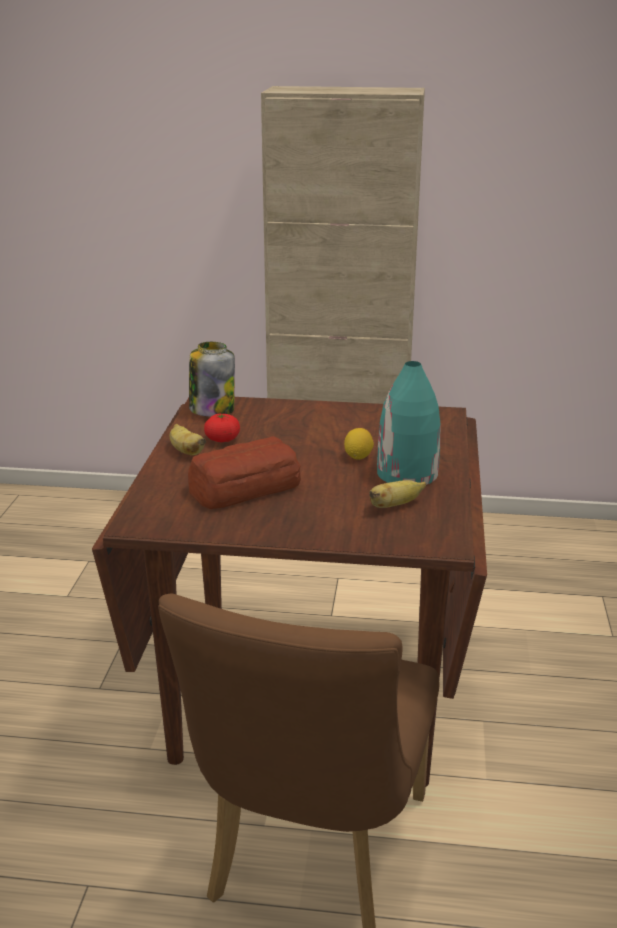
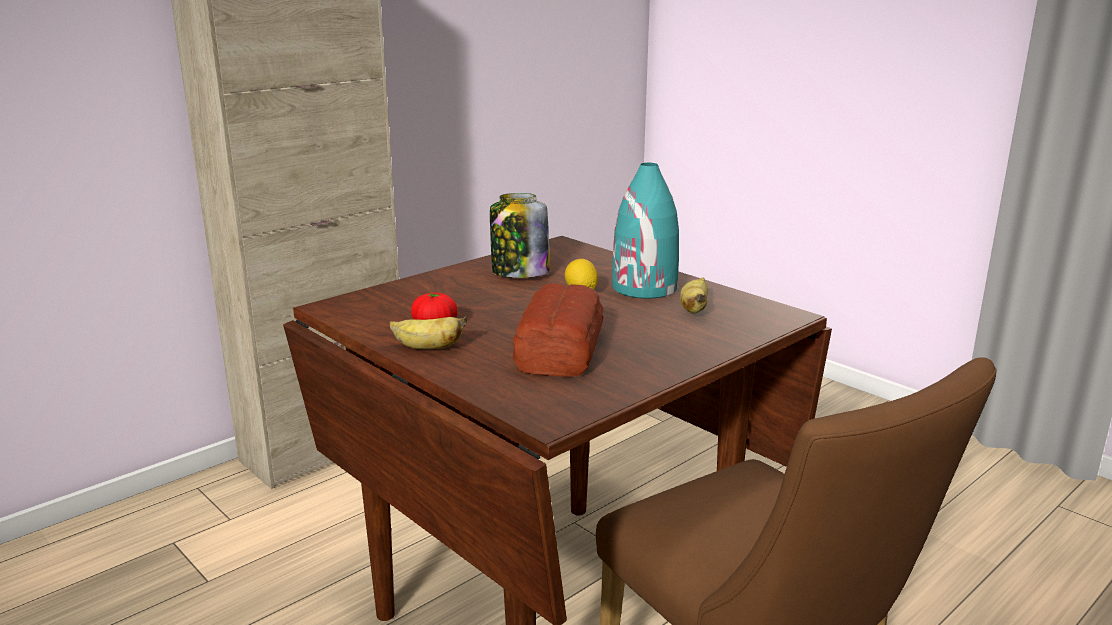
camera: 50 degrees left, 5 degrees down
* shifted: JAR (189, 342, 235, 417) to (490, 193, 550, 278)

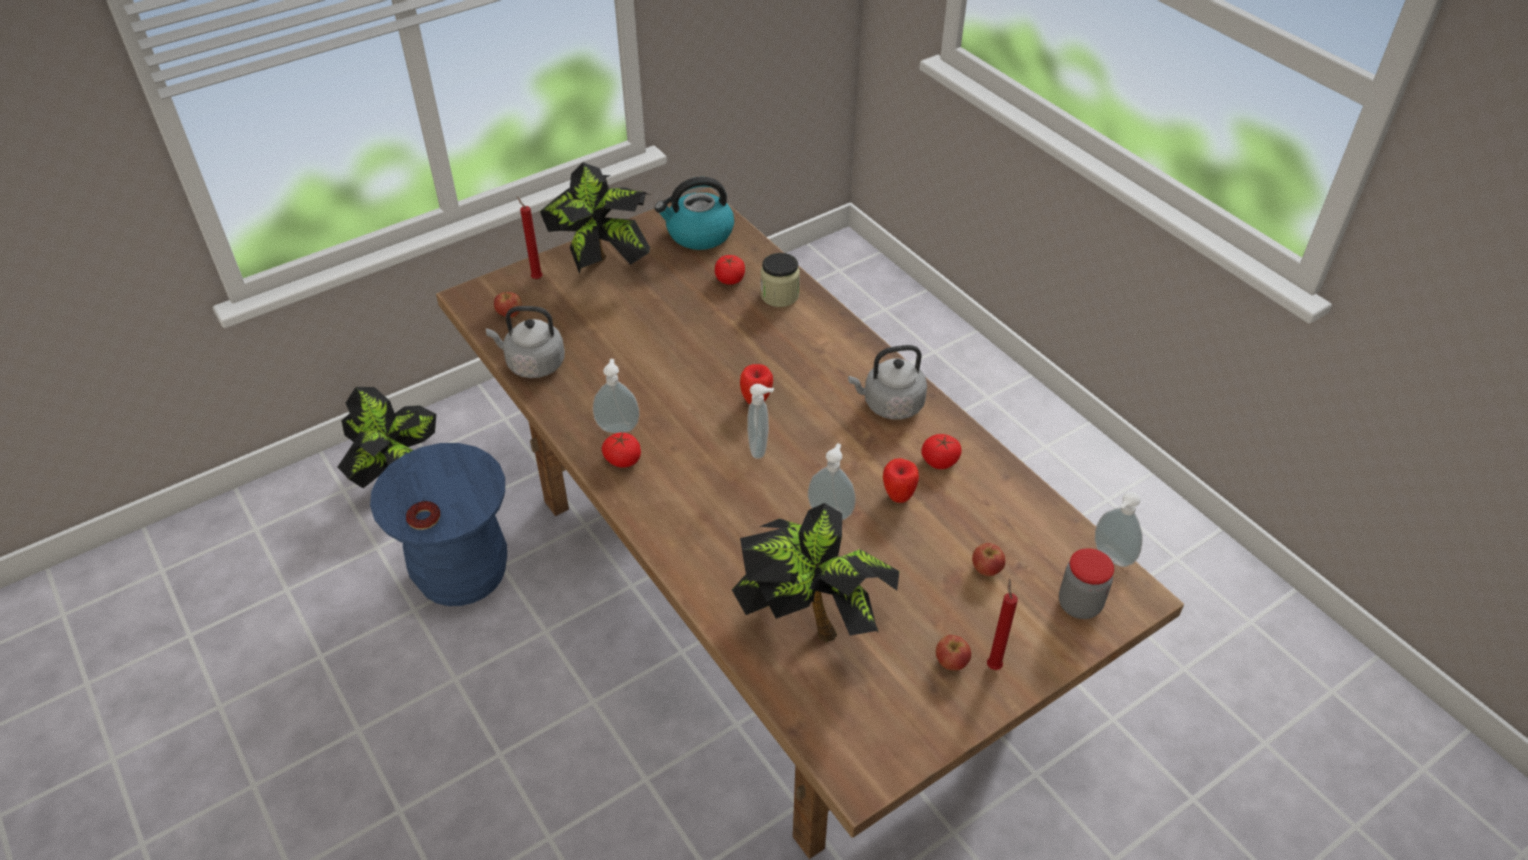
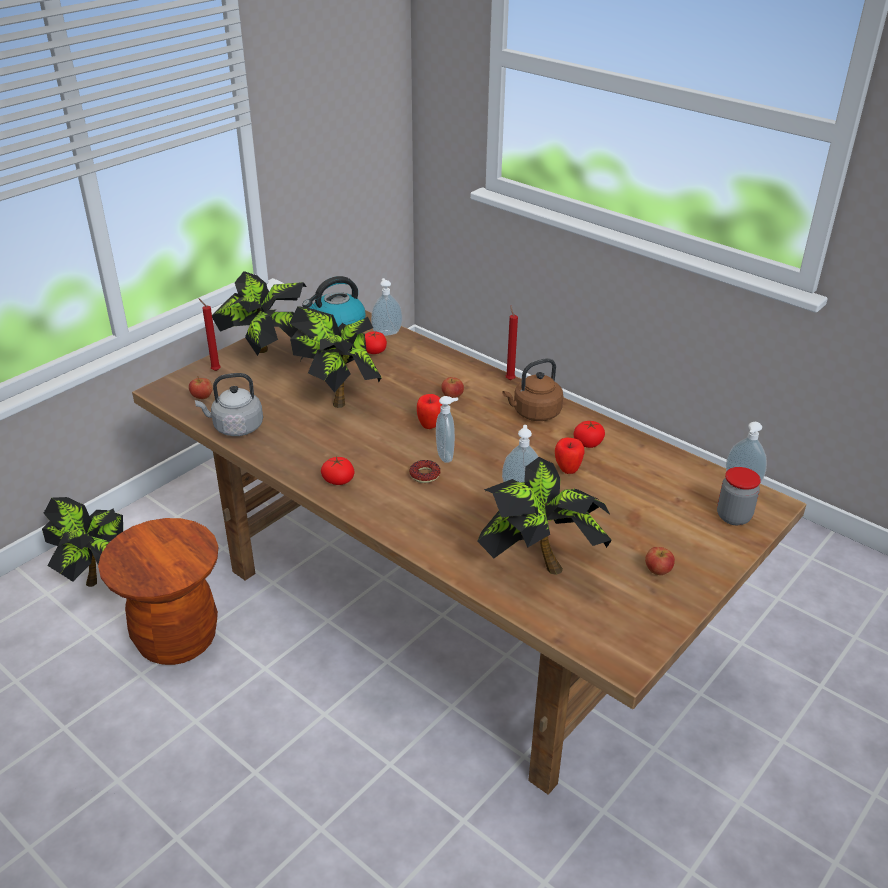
camera: 15 degrees left, 10 degrees down
* gone: JAR (760, 253, 800, 307)
* new: POTTED PLANT (289, 306, 382, 408)
* shifted: DONUT (406, 501, 440, 530) to (409, 460, 441, 483)
* shifted: LIQUID SOAP BOTTLE (593, 359, 640, 433) to (371, 278, 402, 336)
* shifted: WHOLE APPLE (972, 543, 1005, 576) to (441, 377, 464, 398)
* shifted: RED-COLOURED CANDLE (987, 578, 1018, 670) to (506, 305, 518, 380)
* repainted: BLUE STOOL (370, 443, 507, 606) to BROWNISH STOOL (98, 518, 218, 665)
* repainted: GREY KETTLE (848, 345, 927, 420) to BROWNISH KETTLE (502, 358, 563, 421)

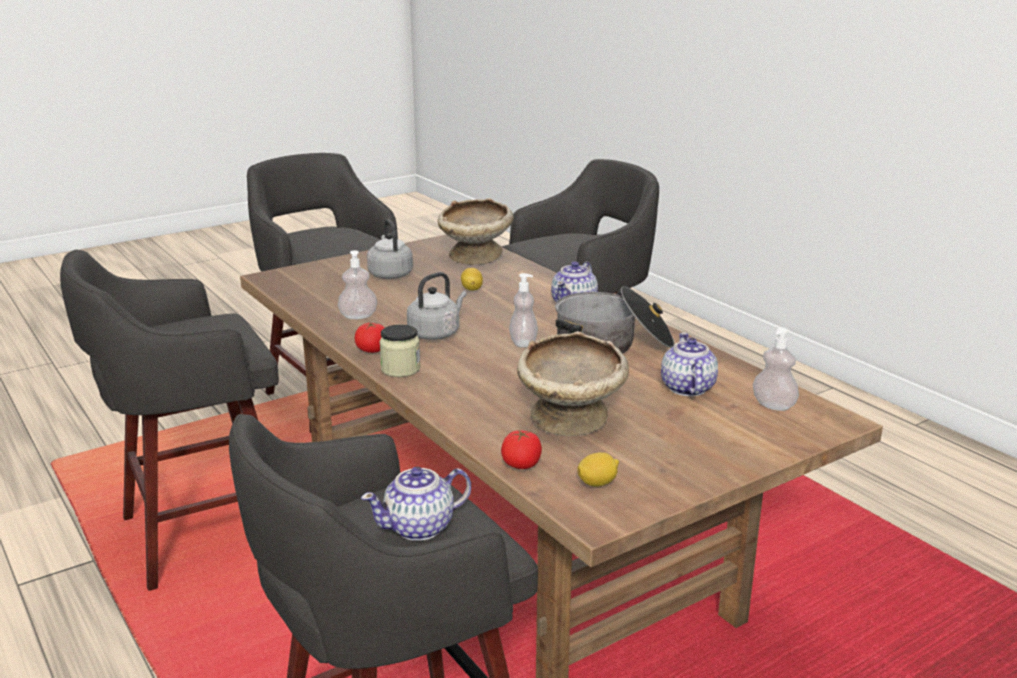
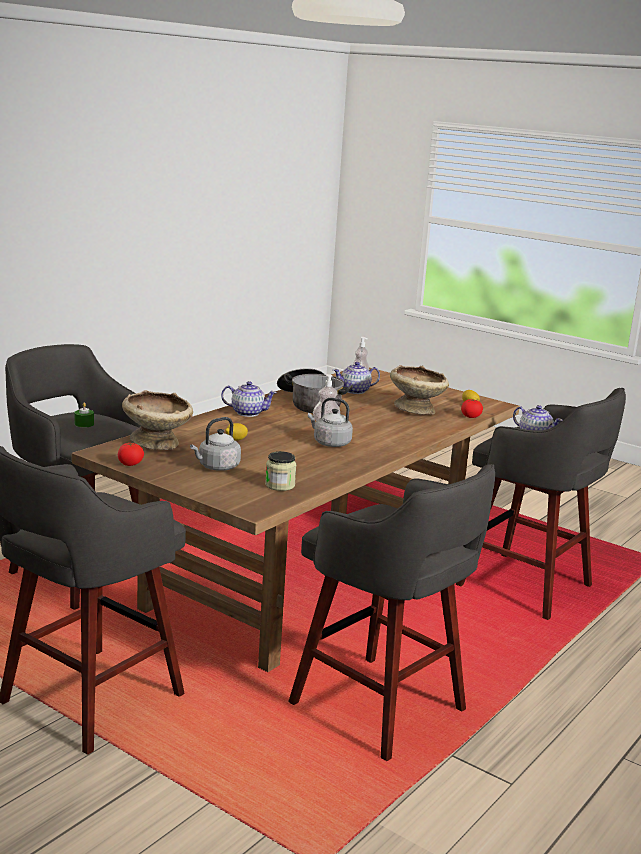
camera: 110 degrees left, 5 degrees down
* gone: LIQUID SOAP BOTTLE (338, 250, 377, 319)
* new: GREEN-COLOURED CANDLE (74, 402, 94, 427)
* shifted: WHOLE TOMATO (354, 323, 385, 353) to (118, 443, 144, 466)
* shifted: JAR (379, 324, 421, 377) to (265, 451, 296, 491)

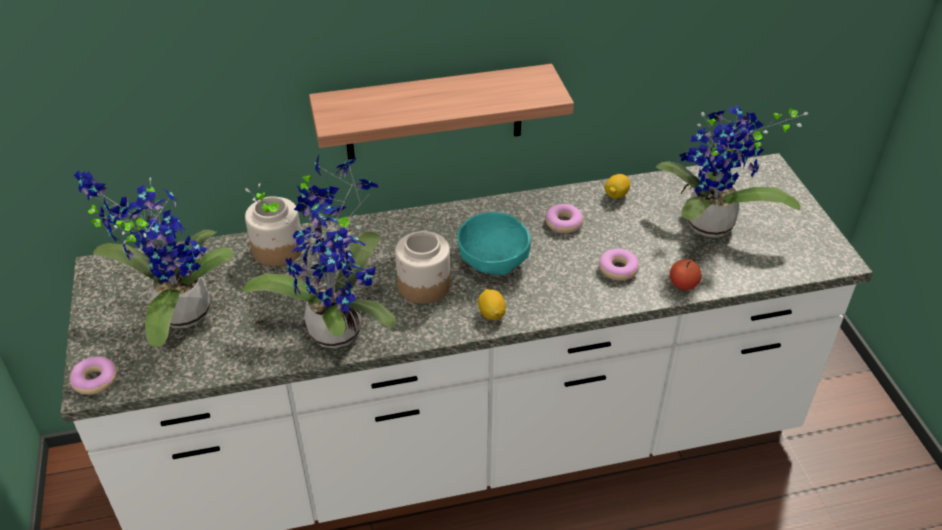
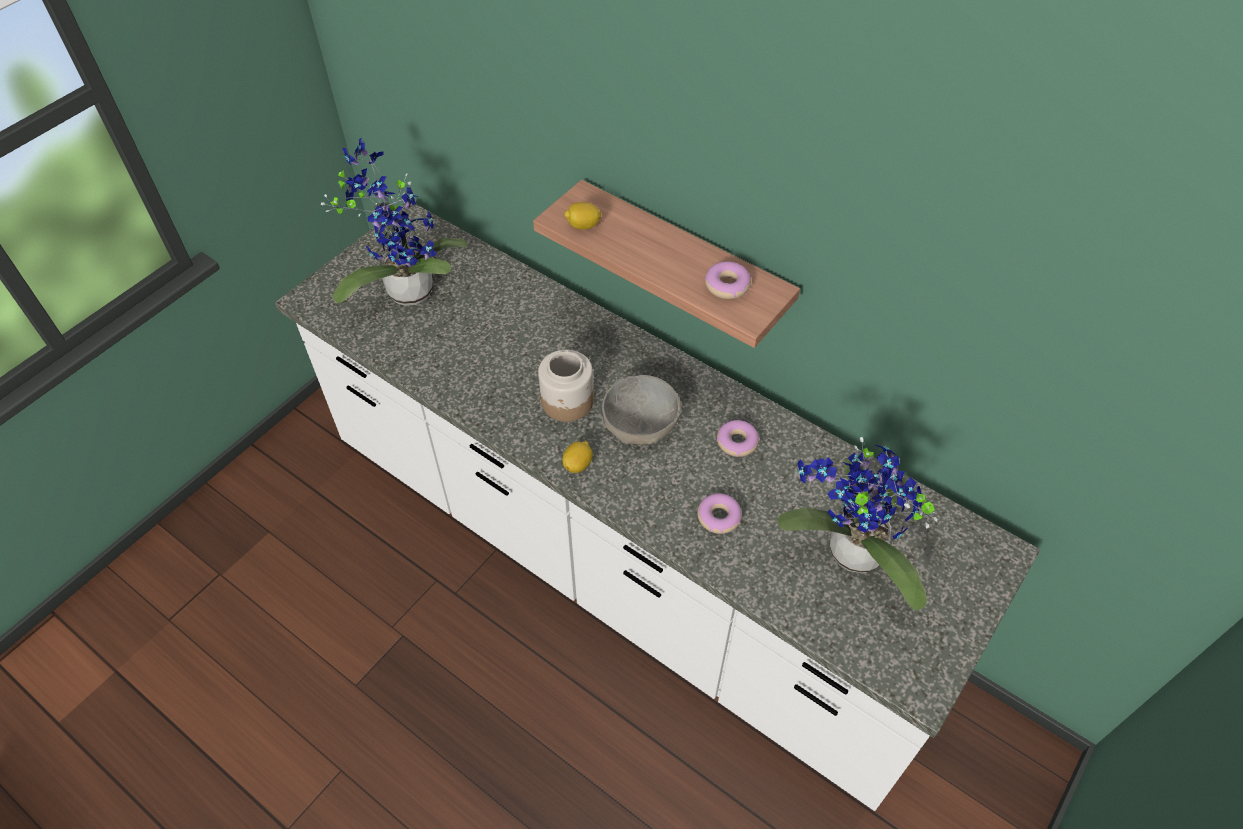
camera: 50 degrees right, 10 degrees up
* gone: POTTED PLANT (243, 155, 396, 349)
* gone: JAR (245, 196, 303, 266)
* gone: WHOLE APPLE (670, 259, 702, 290)
* shifted: DONUT (70, 356, 117, 395) to (705, 262, 751, 299)
* shifted: LEMON (605, 174, 630, 199) to (564, 202, 602, 229)
* repainted: TURQUOISE-COLOURED DEEP DISH (457, 212, 531, 275) to GREY DEEP DISH (602, 375, 682, 445)

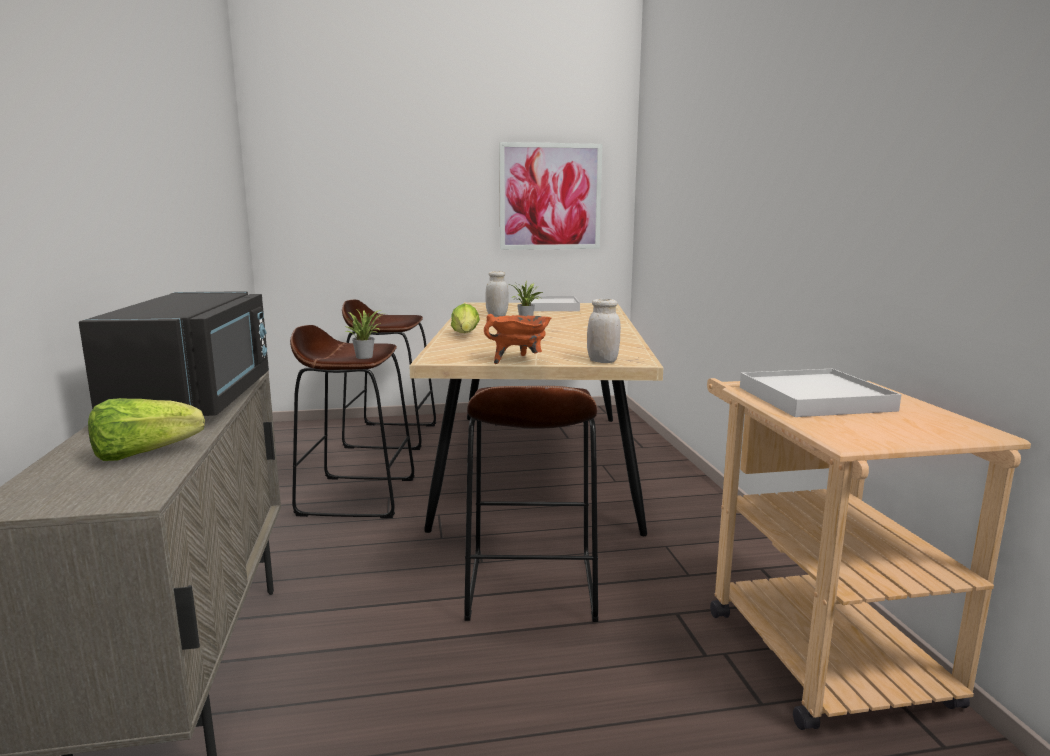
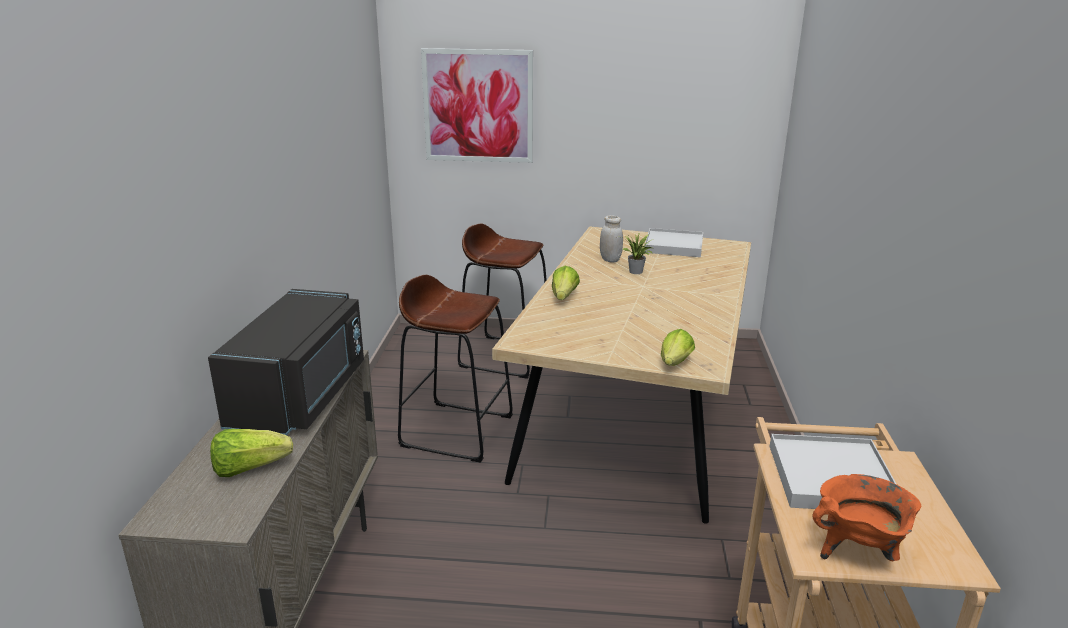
camera: 15 degrees right, 10 degrees up
* gone: POTTED PLANT (345, 309, 384, 359)
* gone: BROWNISH STOOL (464, 386, 598, 622)
* shifted: ORANGE COOKING POT (484, 314, 551, 364) to (813, 474, 922, 561)
* shifted: WALL PICTURE (499, 142, 602, 250) to (421, 48, 533, 163)
* swapped: WHITE JAR (587, 299, 621, 363) to LETTUCE (661, 329, 695, 366)

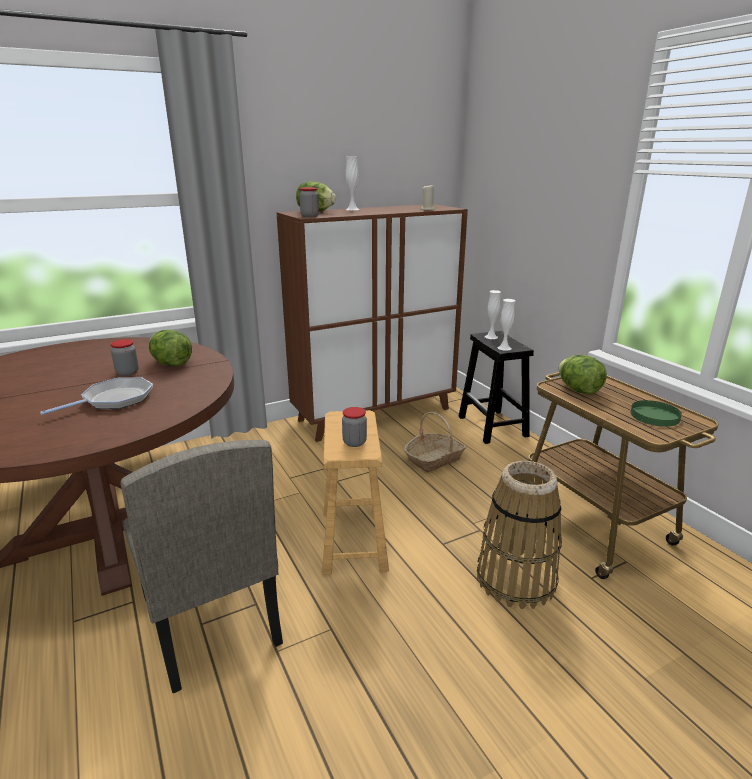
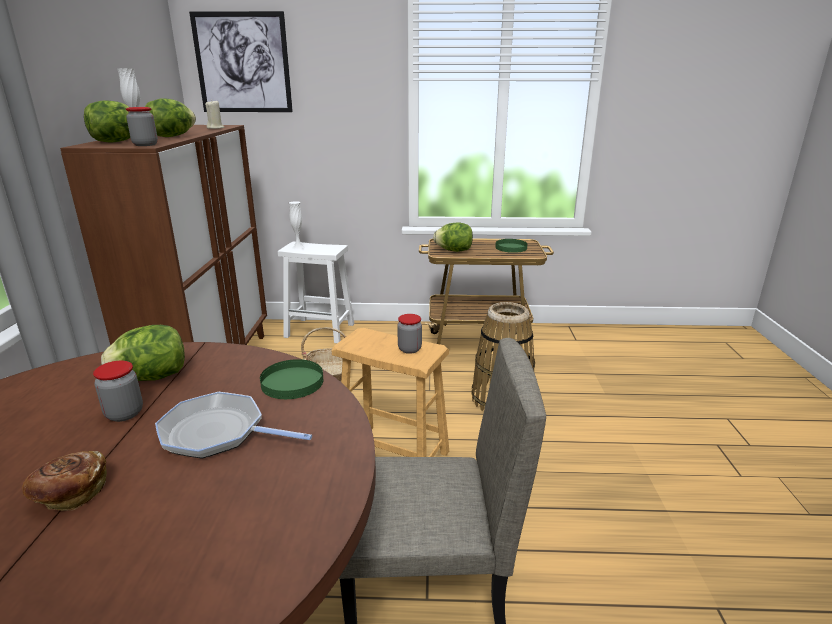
camera: 60 degrees left, 0 degrees up
* gone: WHITE DECORATIVE VASE (497, 299, 516, 351)
* new: BAKERY BREAD (22, 451, 107, 511)
* new: LETTUCE (145, 98, 196, 137)
* new: WALL PICTURE (189, 11, 293, 112)
* new: GREEN-COLOURED DINNER PLATE (260, 359, 323, 399)
* repainted: BLACKISH STOOL (458, 331, 534, 444) to WHITE STOOL (278, 242, 354, 343)
* rotated: FRYING PAN (40, 377, 153, 415) = (155, 392, 312, 459) 60 degrees counterclockwise

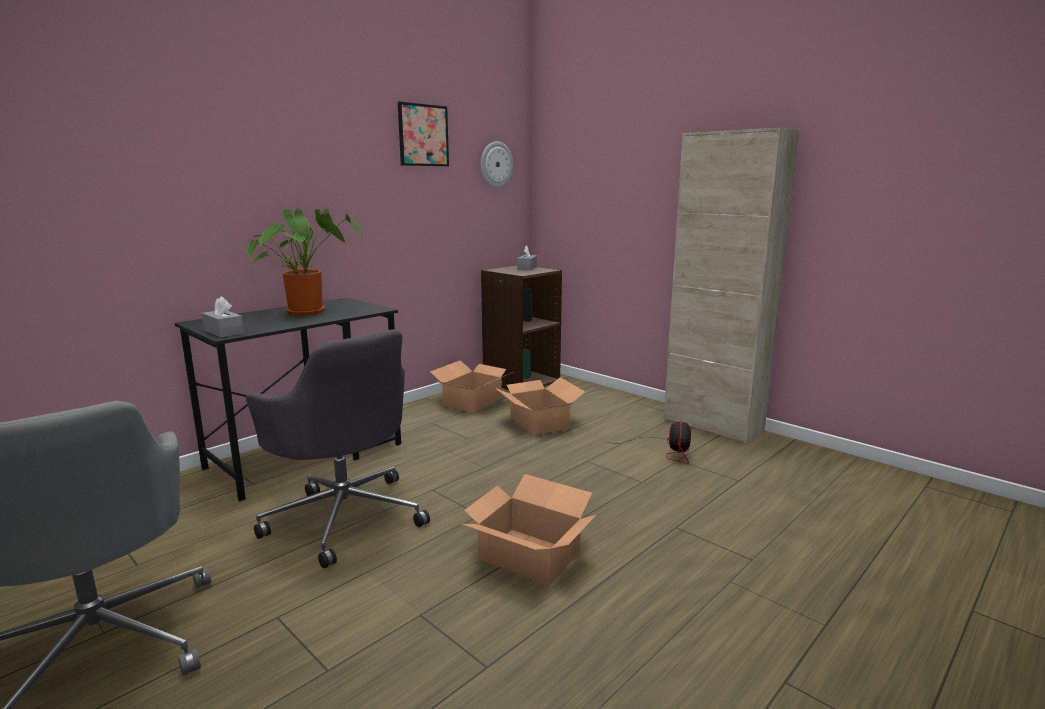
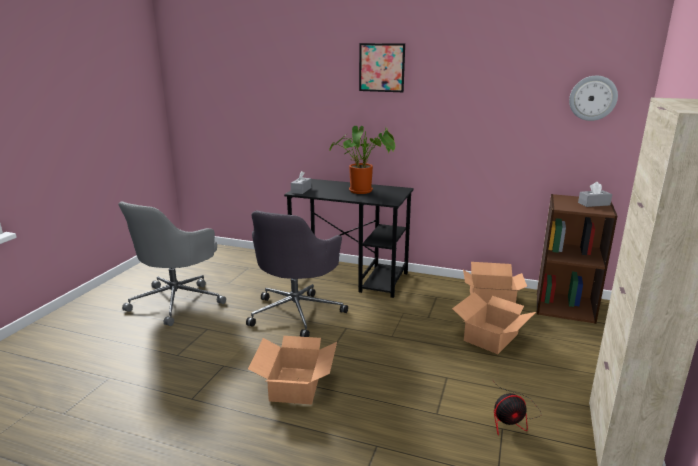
camera: 65 degrees right, 5 degrees up
* shifted: WALL PICTURE (398, 102, 449, 166) to (359, 43, 405, 92)

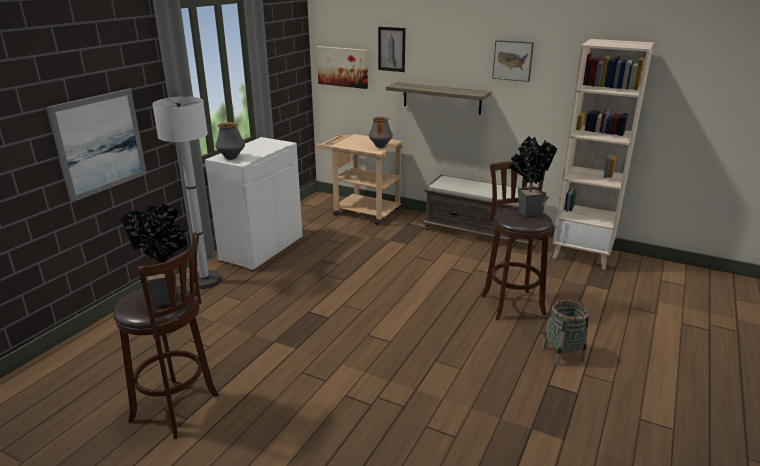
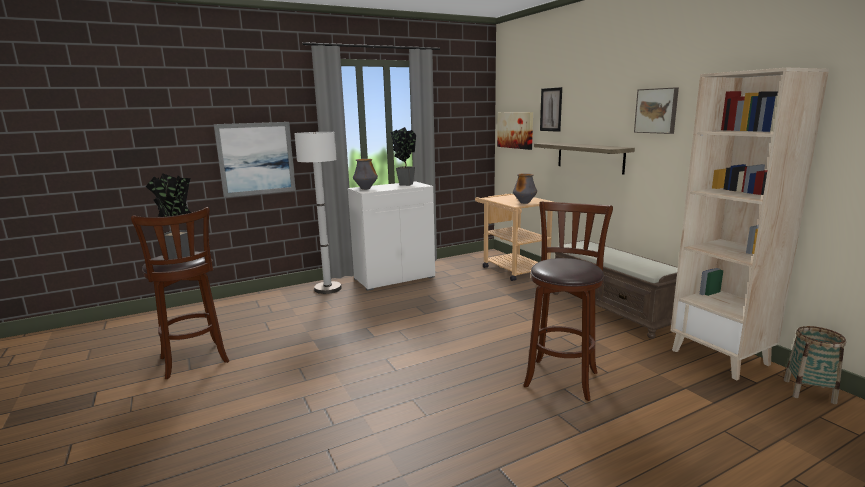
camera: 35 degrees right, 10 degrees down
* shifted: POTTED PLANT (509, 136, 558, 217) to (390, 127, 416, 186)
* shifted: BASKET (542, 299, 589, 366) to (784, 326, 846, 404)

